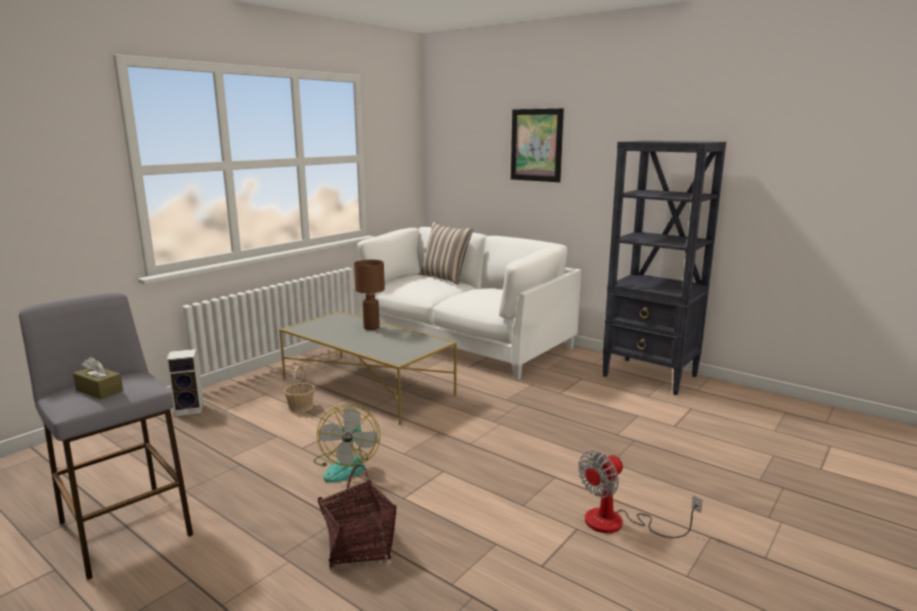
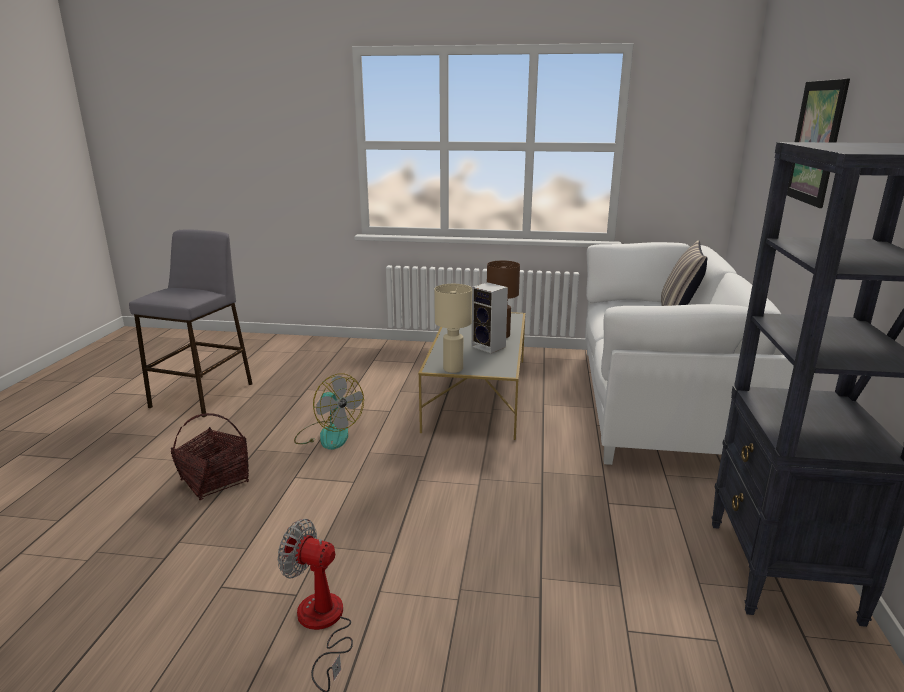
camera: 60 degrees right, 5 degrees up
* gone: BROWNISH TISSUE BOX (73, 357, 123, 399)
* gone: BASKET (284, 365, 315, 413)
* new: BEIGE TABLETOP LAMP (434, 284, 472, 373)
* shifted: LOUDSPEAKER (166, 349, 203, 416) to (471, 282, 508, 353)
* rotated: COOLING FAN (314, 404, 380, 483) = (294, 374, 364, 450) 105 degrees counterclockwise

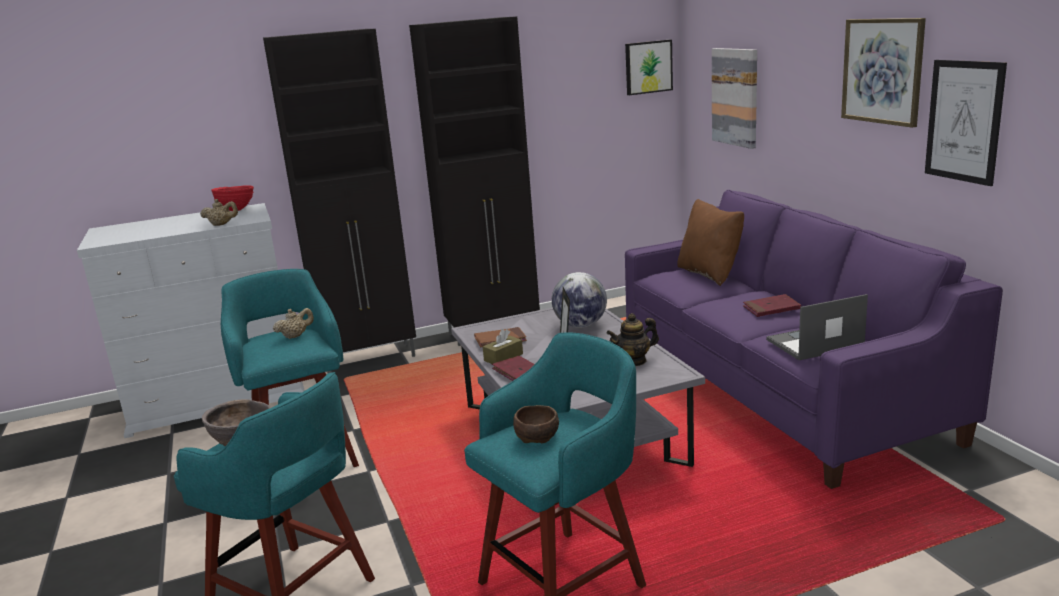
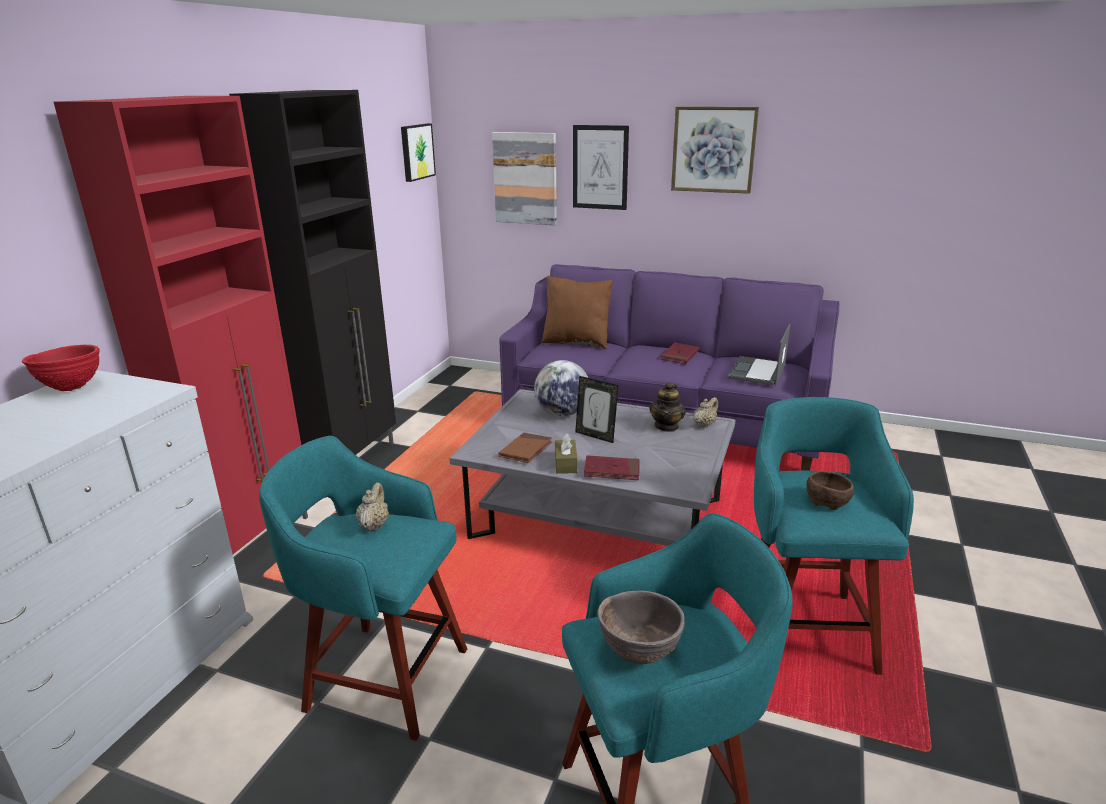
camera: 50 degrees left, 5 degrees up
* shifted: BEIGE TEA POT (200, 199, 238, 226) to (693, 397, 718, 428)
* shifted: WALL PICTURE (925, 60, 1007, 186) to (573, 125, 629, 210)
* repainted: BLACKISH STORAGE CABINET (263, 29, 416, 373) to RED-COLOURED STORAGE CABINET (54, 96, 308, 554)

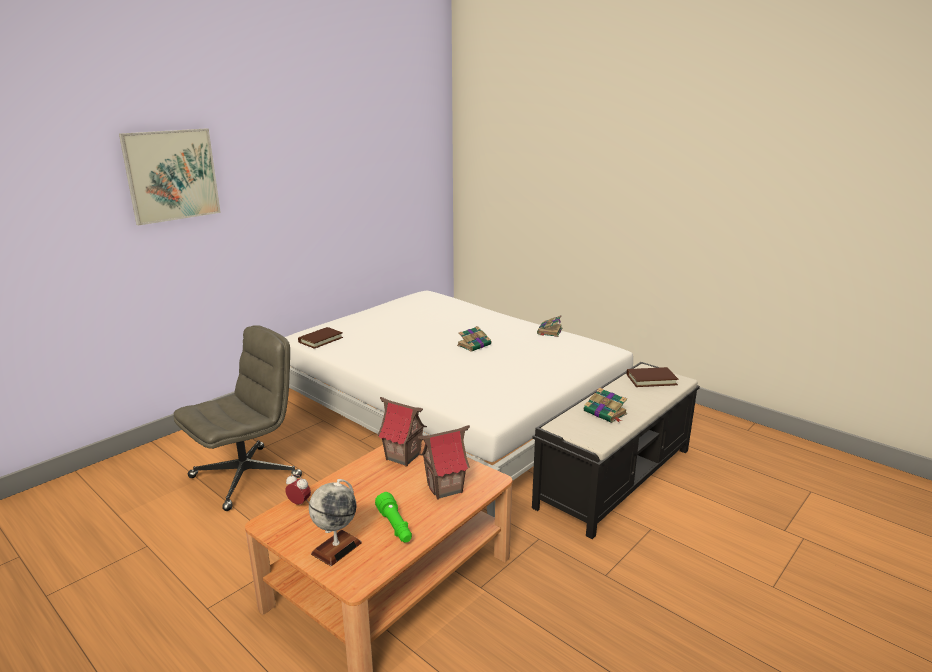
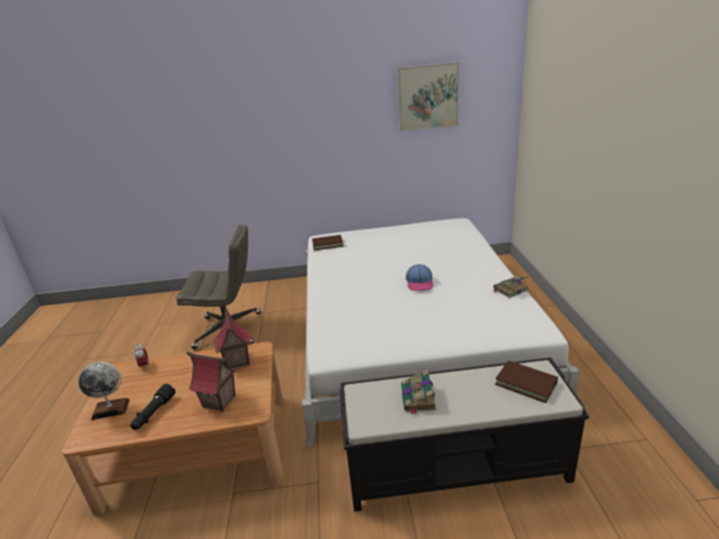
camera: 45 degrees right, 5 degrees up
* shifted: WALL PICTURE (119, 128, 221, 226) to (397, 62, 459, 132)
* swapped: VOLUME (457, 326, 491, 352) to CAP (406, 264, 433, 291)
* repainted: GREEN-COLOURED FLASHLIGHT (375, 492, 412, 542) to BLACKISH FLASHLIGHT (131, 384, 176, 430)

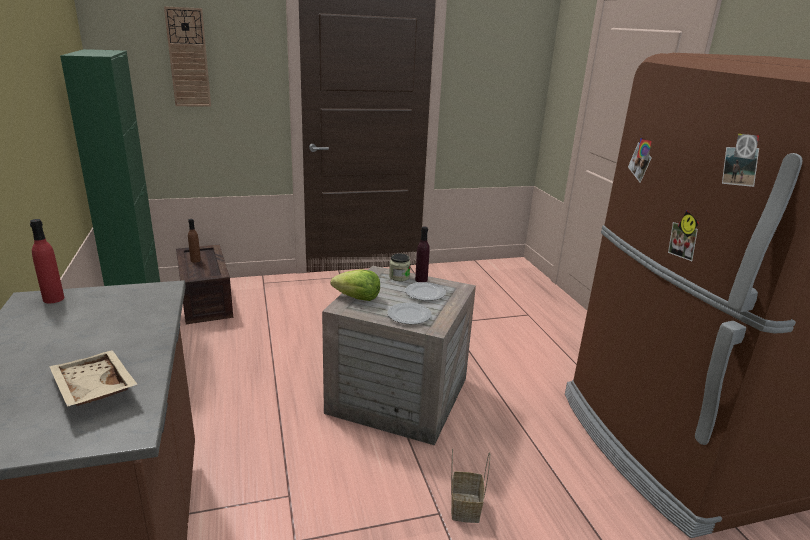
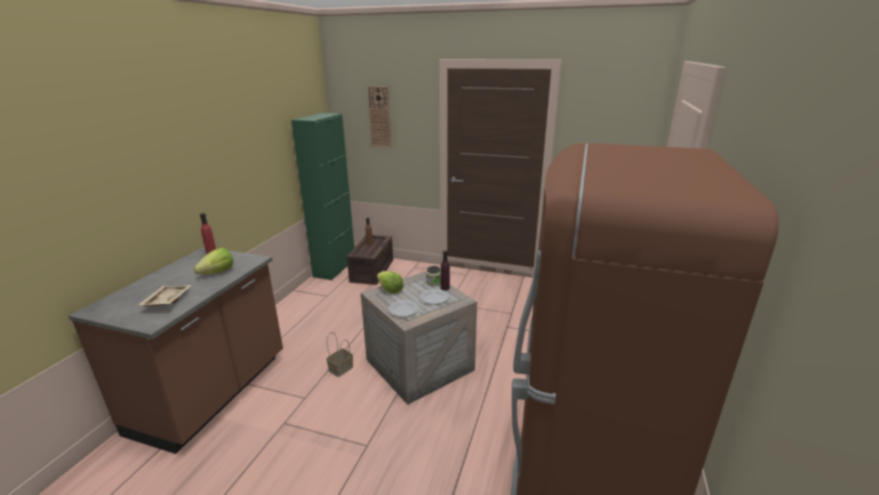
camera: 35 degrees right, 0 degrees up
* new: LETTUCE (194, 248, 233, 275)
* shifted: BASKET (451, 449, 490, 523) to (326, 332, 353, 377)

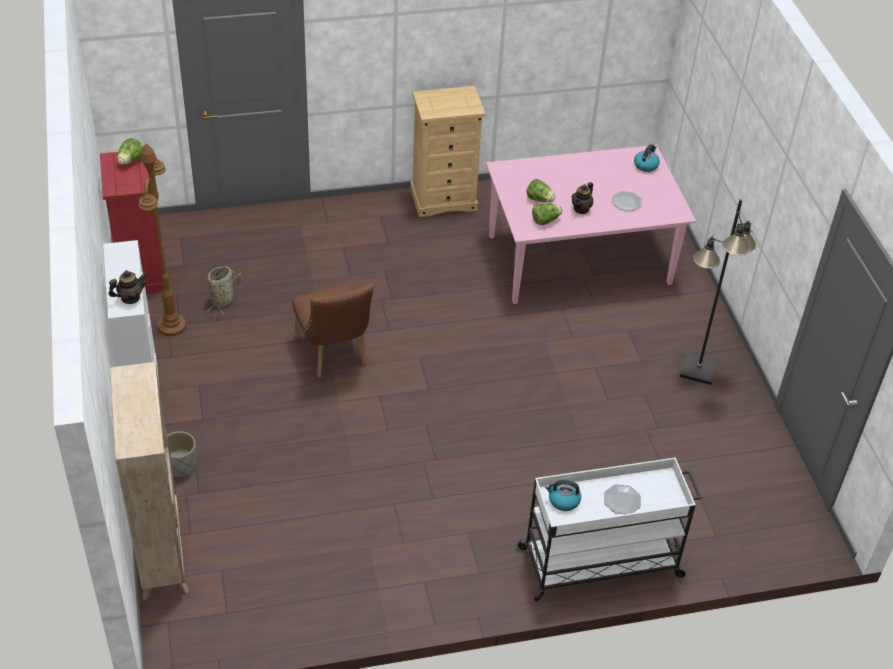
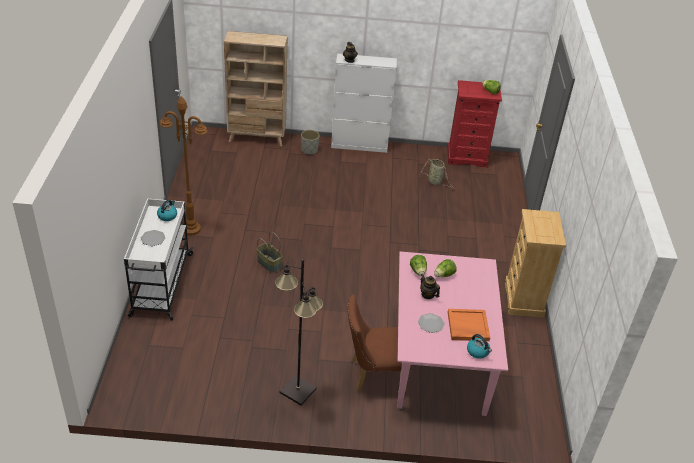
camera: 105 degrees right, 5 degrees down
* new: BASKET (257, 232, 282, 273)
* new: ORANGE TRAY (448, 309, 490, 341)
* shifted: BROWNISH STANDING LAMP (139, 143, 186, 336) to (160, 96, 207, 235)
* shifted: BROWNISH PLAIN CHAIR (292, 284, 374, 377) to (348, 295, 411, 392)

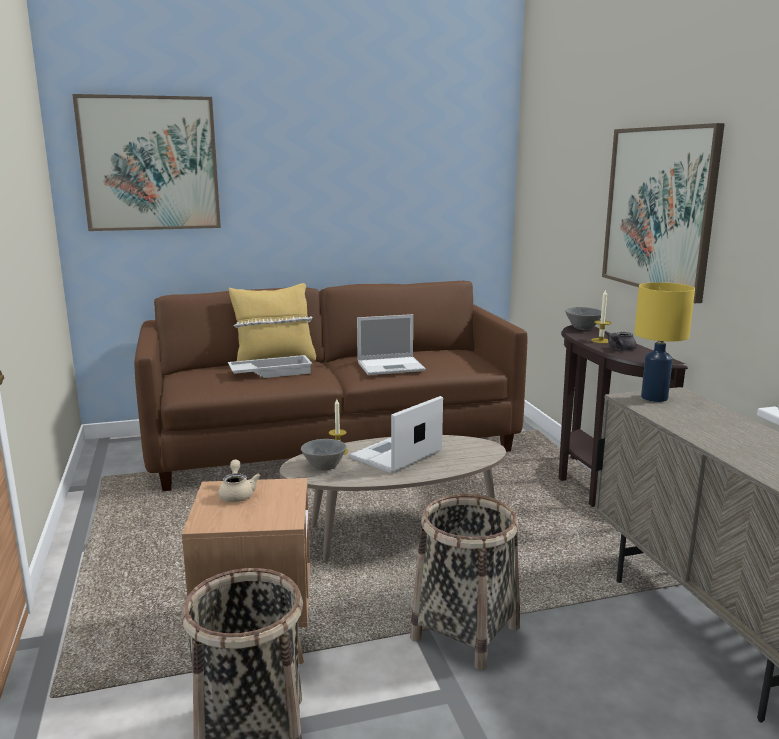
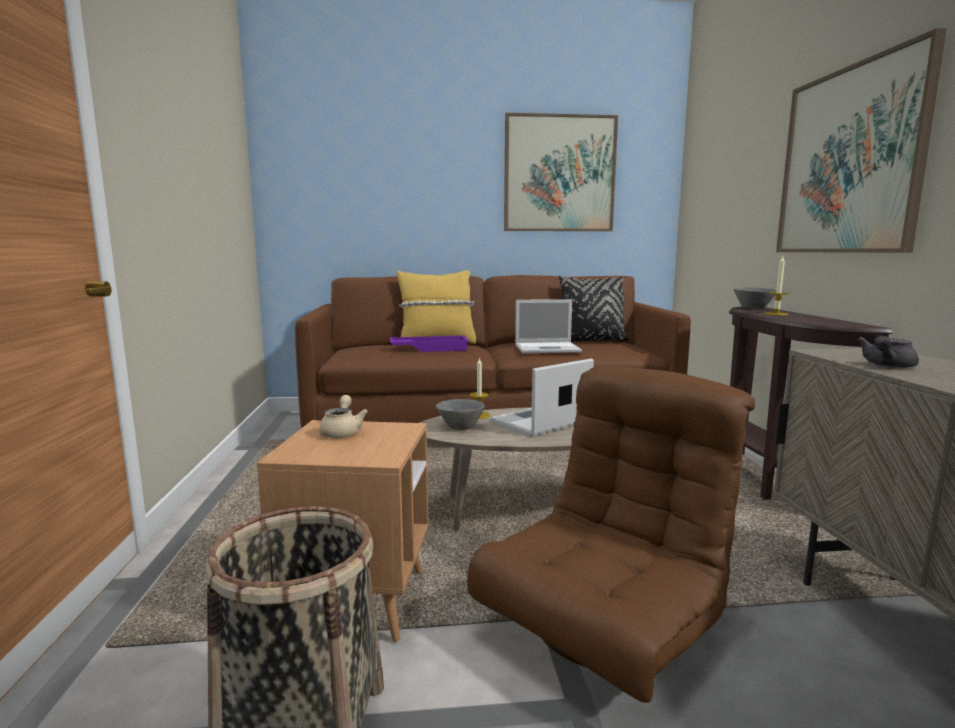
camera: 10 degrees right, 5 degrees down
* gone: YELLOW TABLETOP LAMP (634, 282, 695, 402)
* new: BLACKISH THROW PILLOW (559, 276, 628, 342)
* shifted: WALL PICTURE (72, 94, 221, 231) to (504, 113, 618, 231)
* shifted: GREY TEA POT (606, 331, 637, 351) to (857, 336, 919, 368)
* swapped: BASKET (410, 494, 520, 670) to BROWNISH ARMCHAIR (467, 365, 755, 703)
* repainted: WHITE TRAY (228, 355, 312, 378) to PURPLISH TRAY (390, 336, 469, 352)

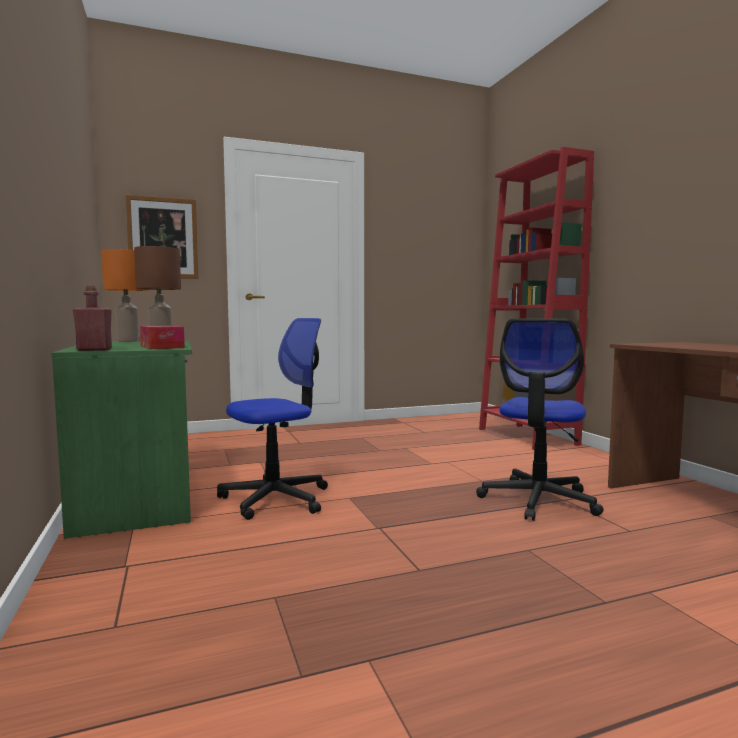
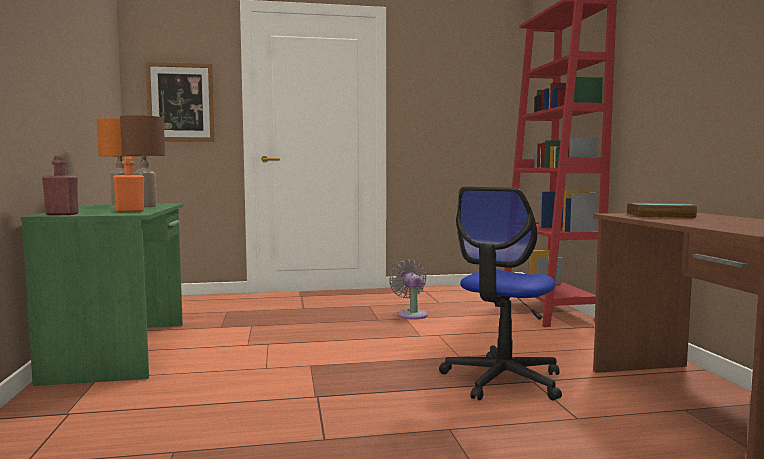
camera: 10 degrees right, 0 degrees up
* gone: COMPUTER CHAIR (217, 318, 328, 520)
* new: GREY COOLING FAN (389, 259, 428, 319)
* new: VOLUME (627, 203, 698, 218)
* swapped: TISSUE BOX (140, 326, 185, 349) to ORANGE DRINK BOTTLE (113, 157, 145, 213)

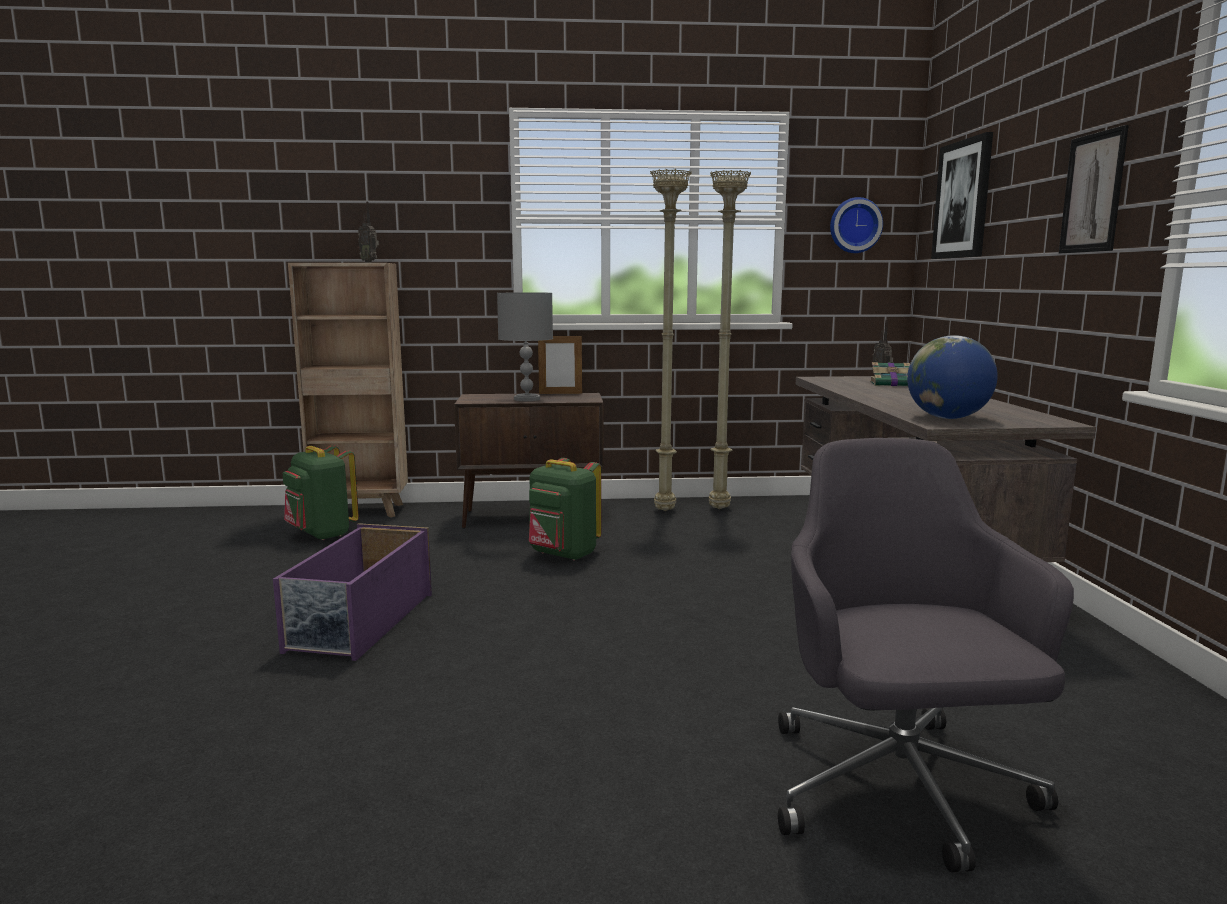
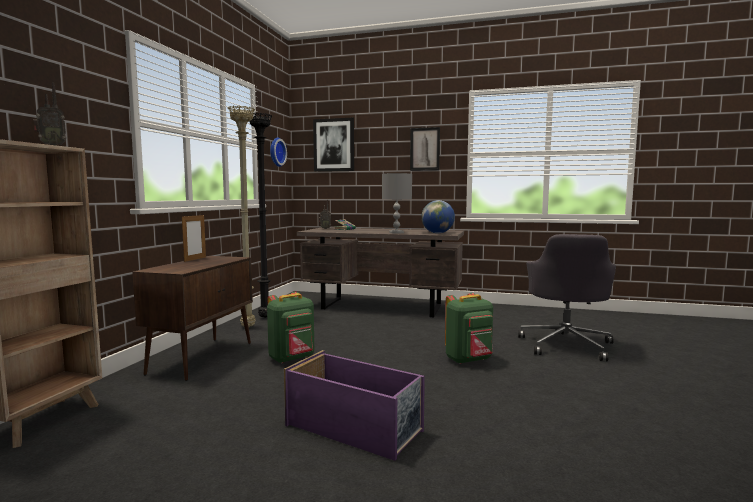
camera: 70 degrees left, 5 degrees down
* shifted: GREEN-COLOURED RUCKSACK (283, 445, 359, 540) to (445, 293, 493, 364)
* shifted: GREY TABLETOP LAMP (497, 292, 553, 401) to (382, 173, 412, 234)
* repainted: BEIGE STANDING LAMP (709, 170, 751, 509) to BLACKISH STANDING LAMP (249, 112, 272, 318)
* rotated: GREY COMPUTER CHAIR (778, 438, 1074, 872) = (518, 234, 616, 361) 90 degrees counterclockwise

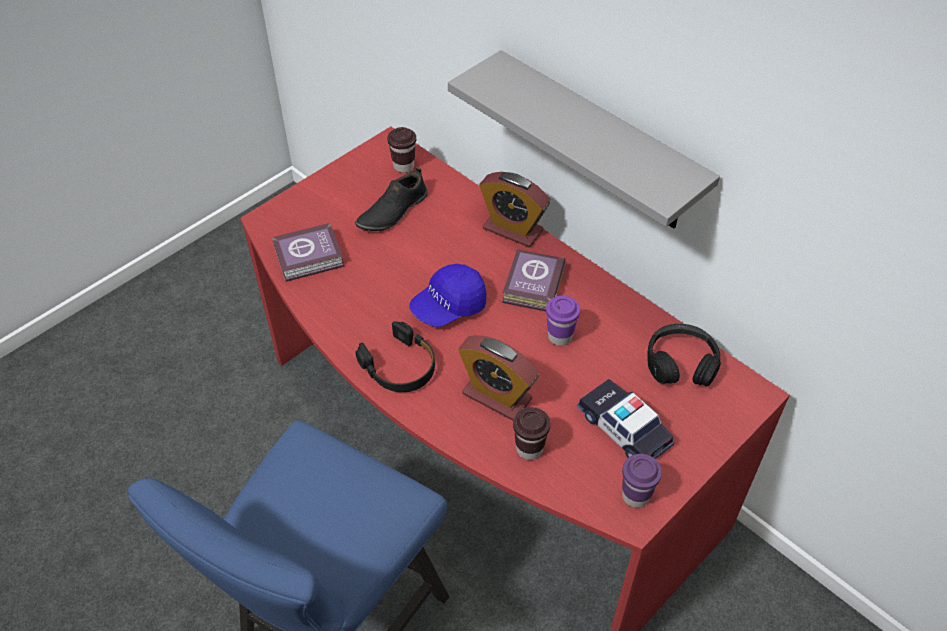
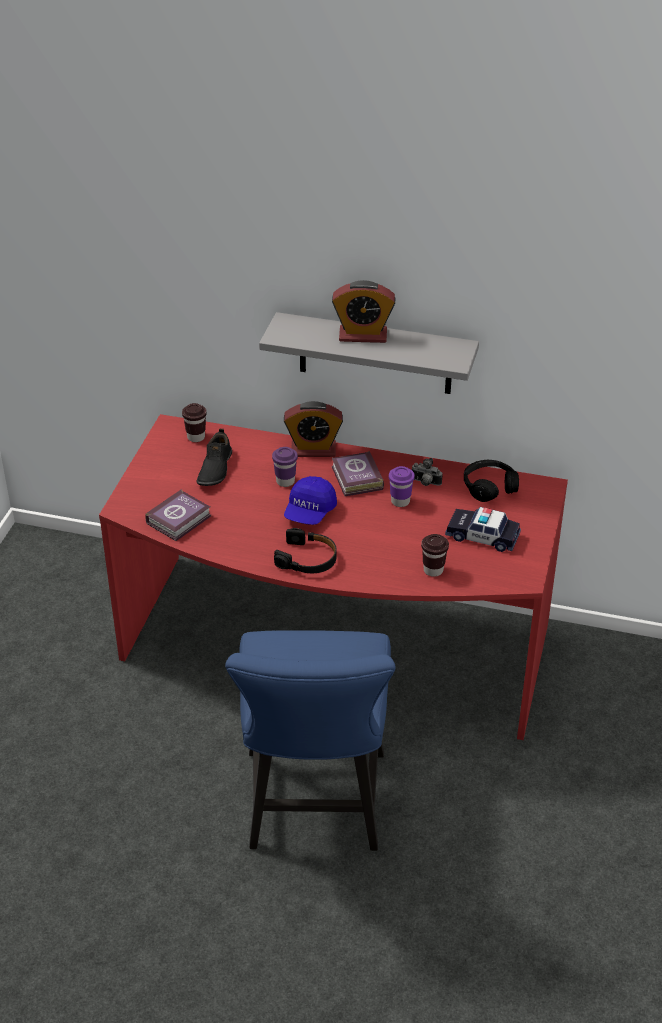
camera: 30 degrees left, 10 degrees down
* new: PHOTO CAMERA (411, 458, 442, 486)
* shifted: TABLE CLOCK (458, 335, 539, 421) to (332, 280, 395, 343)
* shifted: PURPLISH SMALL CUP (622, 454, 662, 508) to (272, 447, 298, 487)

